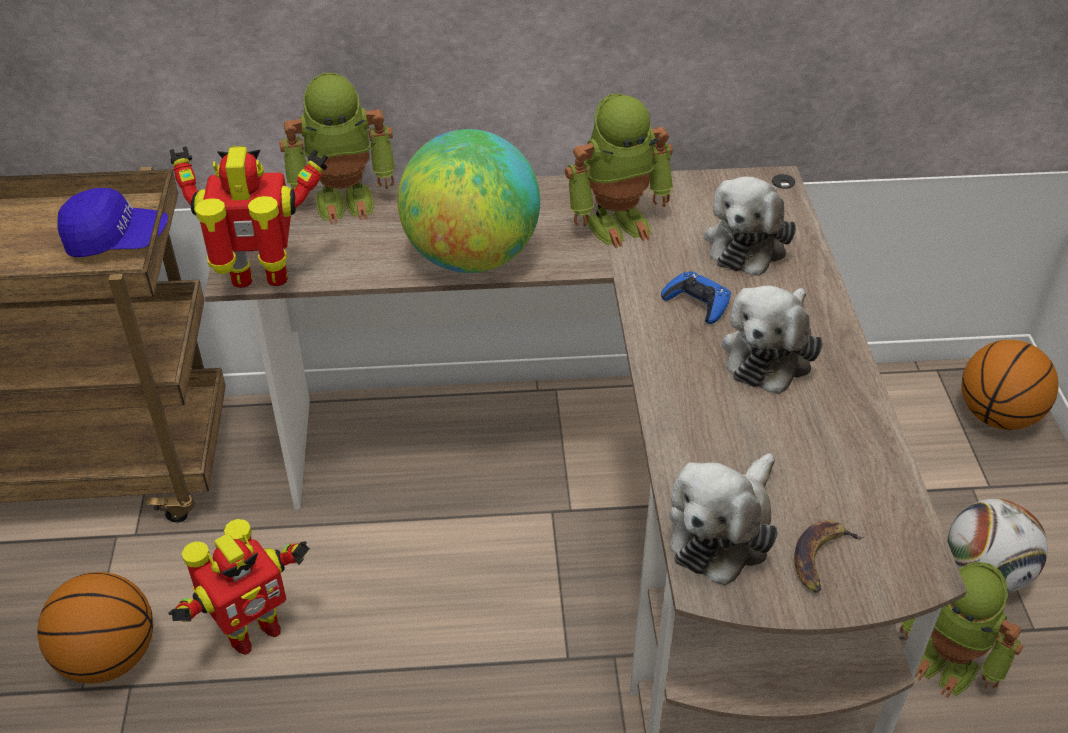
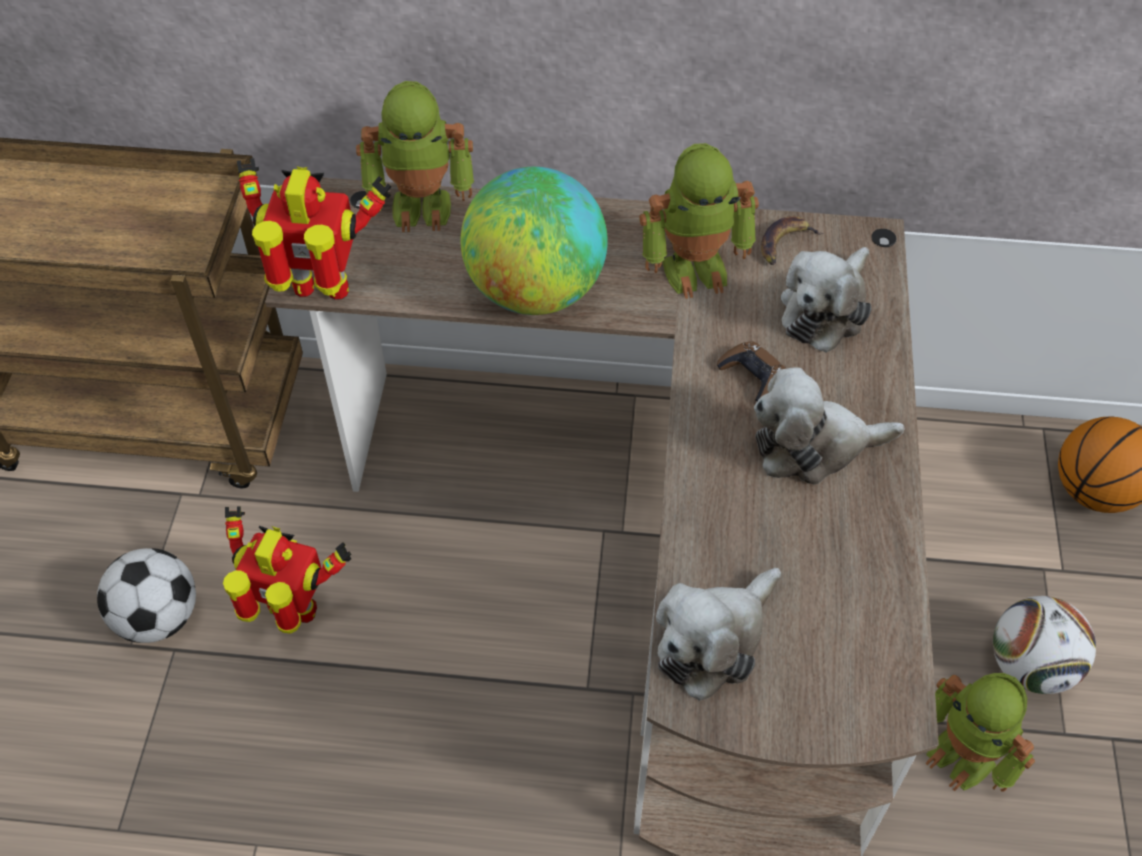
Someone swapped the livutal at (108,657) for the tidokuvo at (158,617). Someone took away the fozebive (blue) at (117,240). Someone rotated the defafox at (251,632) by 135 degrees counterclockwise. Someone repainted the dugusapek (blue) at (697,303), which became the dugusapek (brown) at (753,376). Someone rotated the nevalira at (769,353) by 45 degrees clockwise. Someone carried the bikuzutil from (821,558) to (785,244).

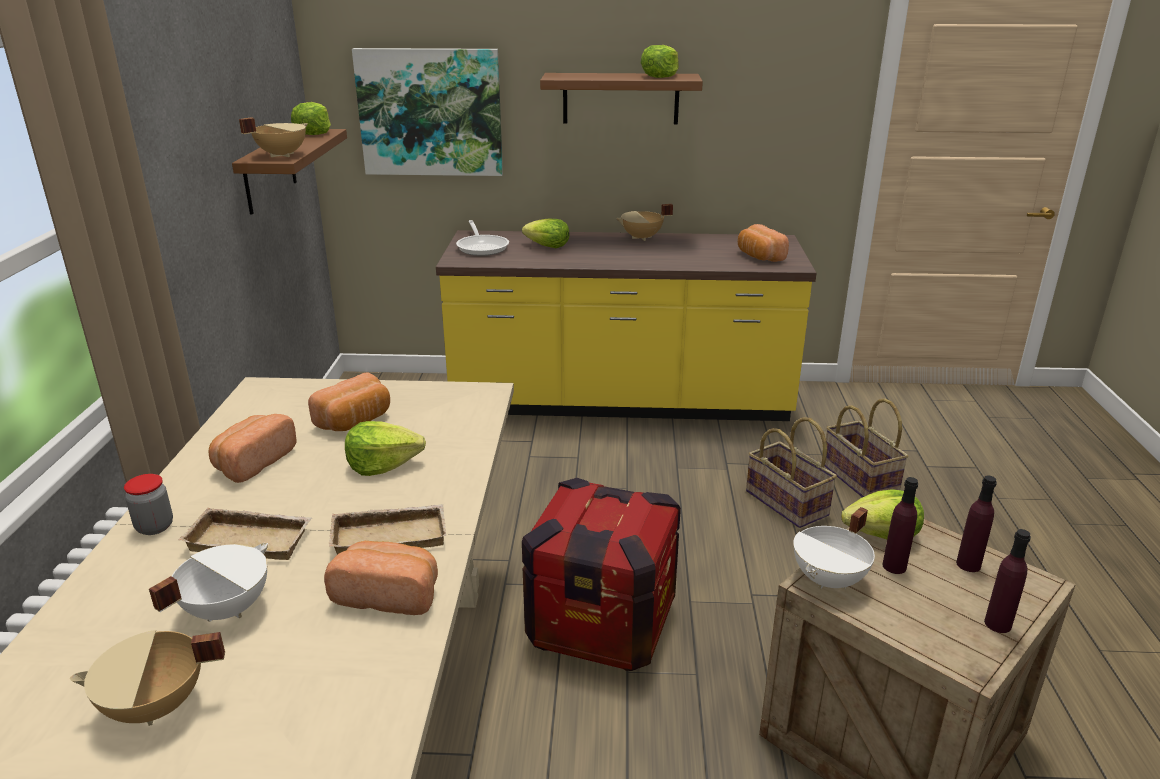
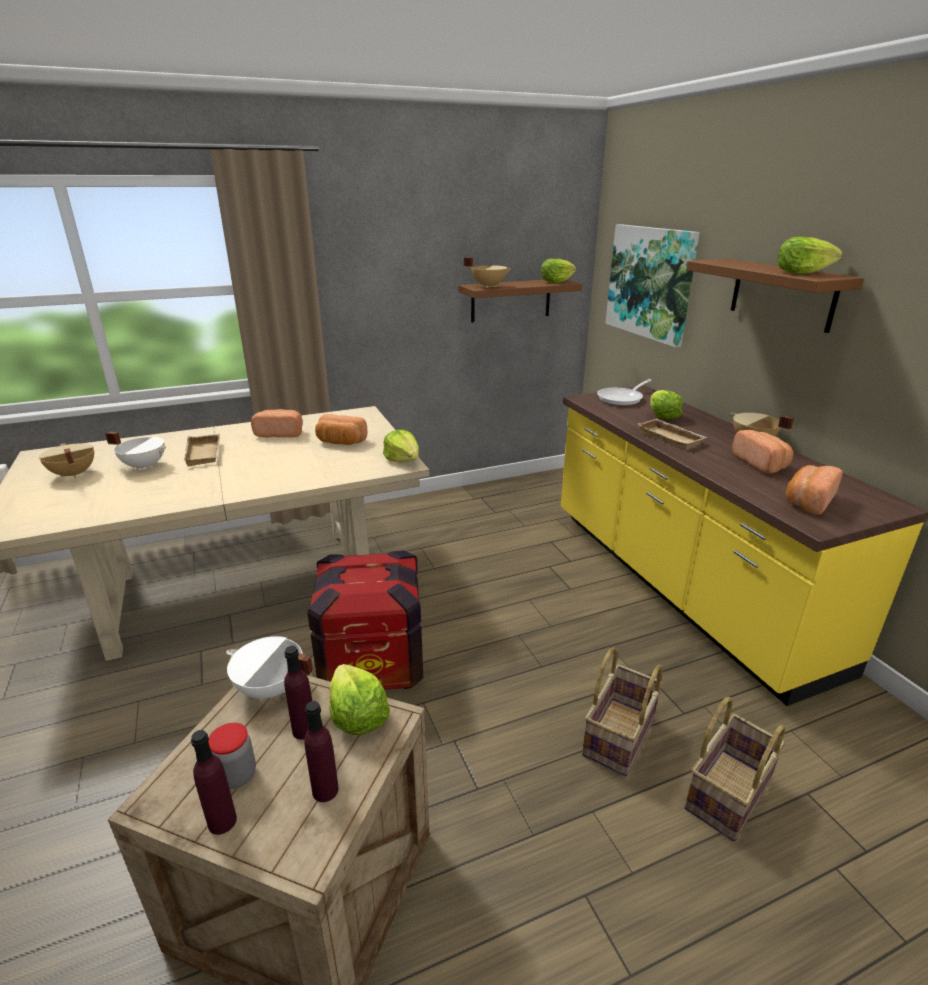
Someone carried the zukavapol from (155,527) to (237,776). Someone carried the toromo from (389,594) to (761,463). Someone carried the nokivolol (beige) from (391,535) to (672,438). Someone carried the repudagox from (383,465) to (403,460).

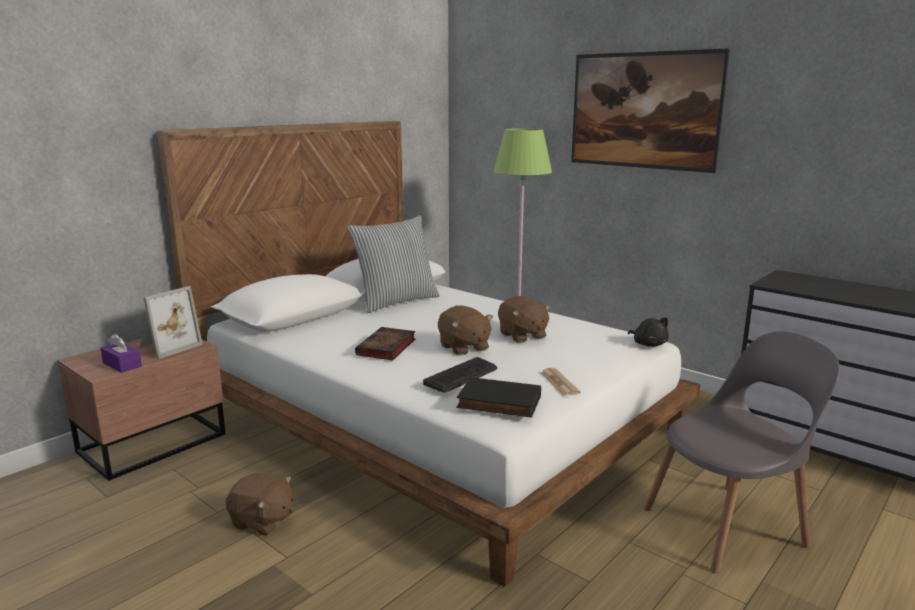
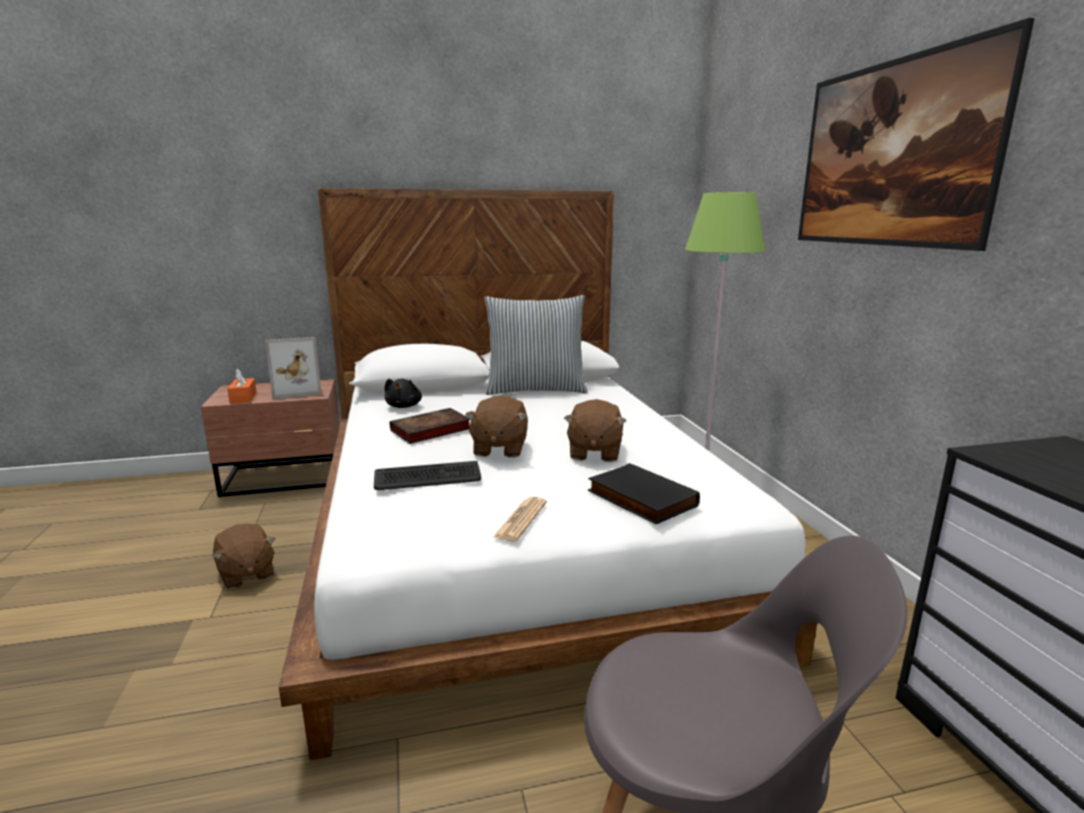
Someone repainted the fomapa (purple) at (122,365), which became the fomapa (orange) at (243,398). Someone carried the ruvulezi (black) from (498,403) to (639,499). Someone carried the nevalira (black) from (648,344) to (404,406).

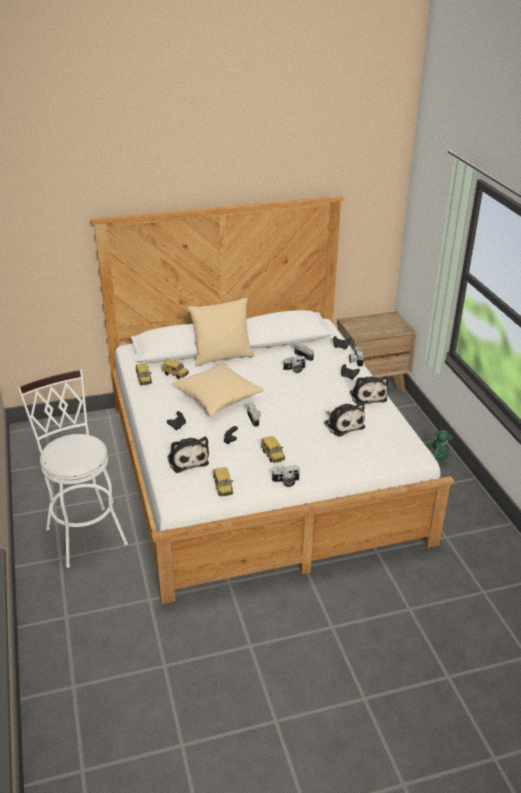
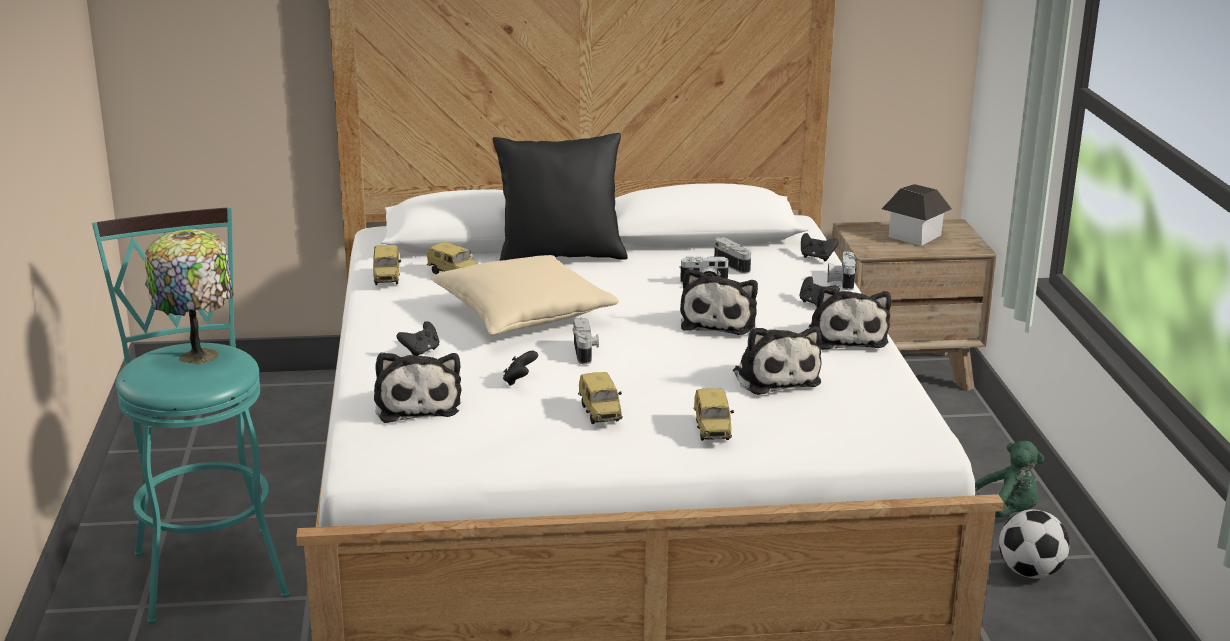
Someone repainted the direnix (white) at (84,531), which became the direnix (turquoise) at (209,566). Someone repainted the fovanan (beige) at (222,357), which became the fovanan (black) at (560,256). Someone carried the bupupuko from (223,488) to (713,431). Someone took away the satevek at (286,482). Someone put down the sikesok at (199,354). Someone put down the nevalira at (719,321). Someone put down the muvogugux at (914,236). Someone put down the tidokuvo at (1030,573).

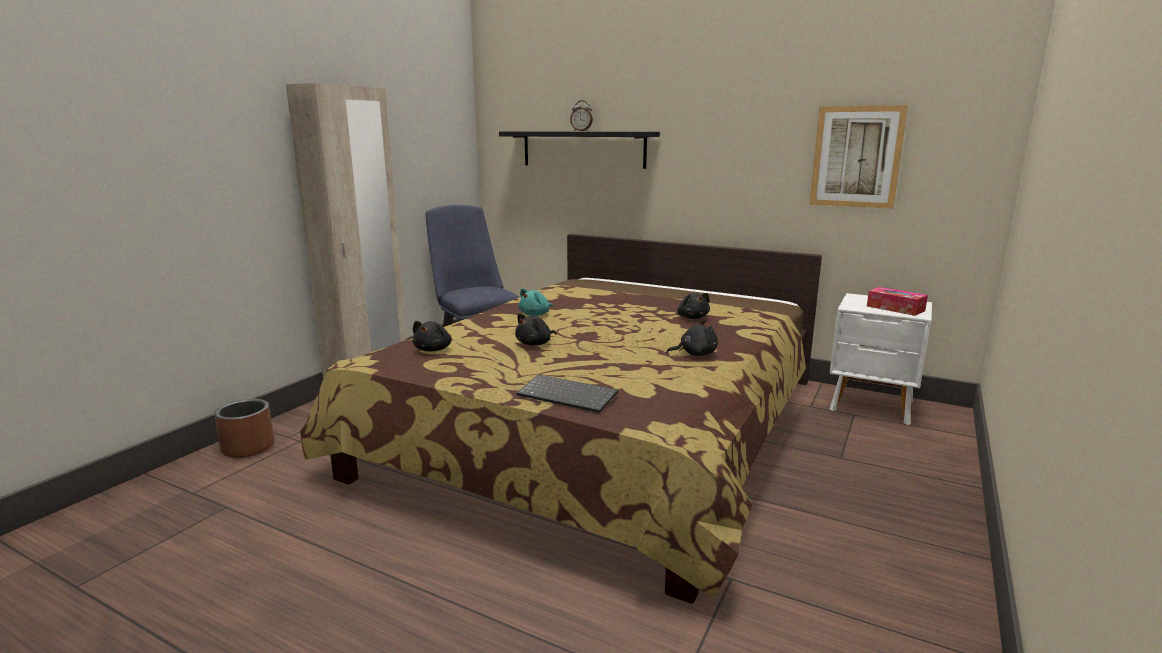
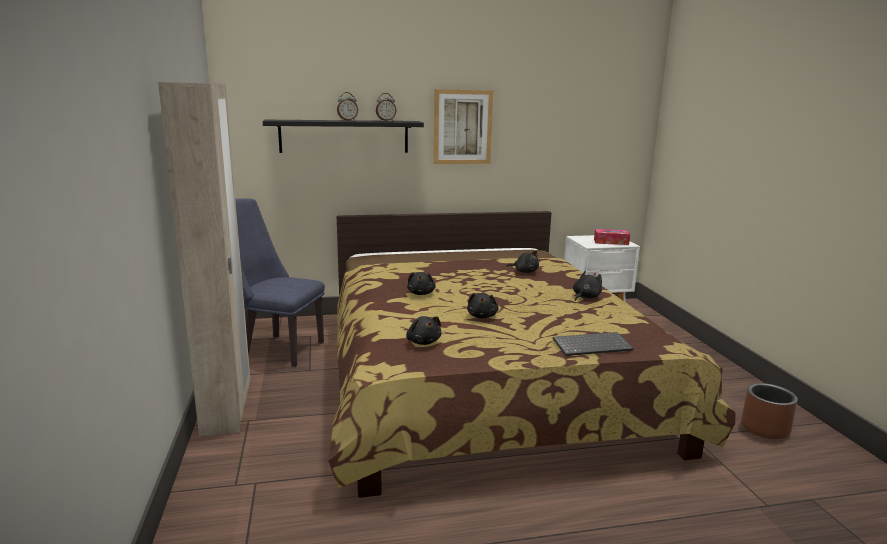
Someone carried the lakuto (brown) from (248,448) to (765,428). Someone repainted the nevalira (turquoise) at (536,314), which became the nevalira (black) at (421,293). Someone carried the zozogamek from (856,157) to (462,127). Someone put down the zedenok at (386,120).

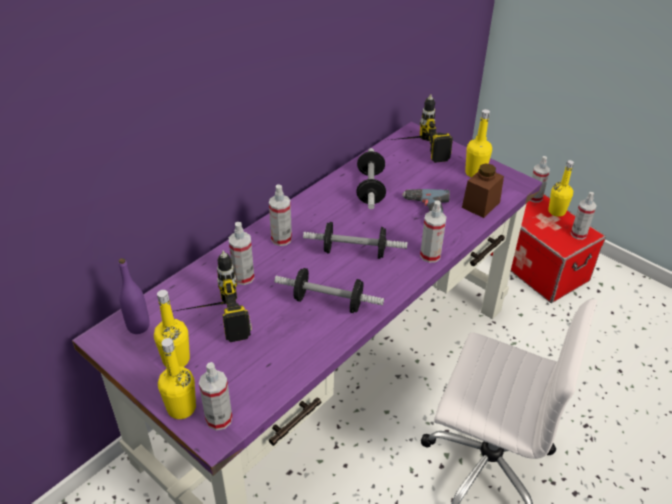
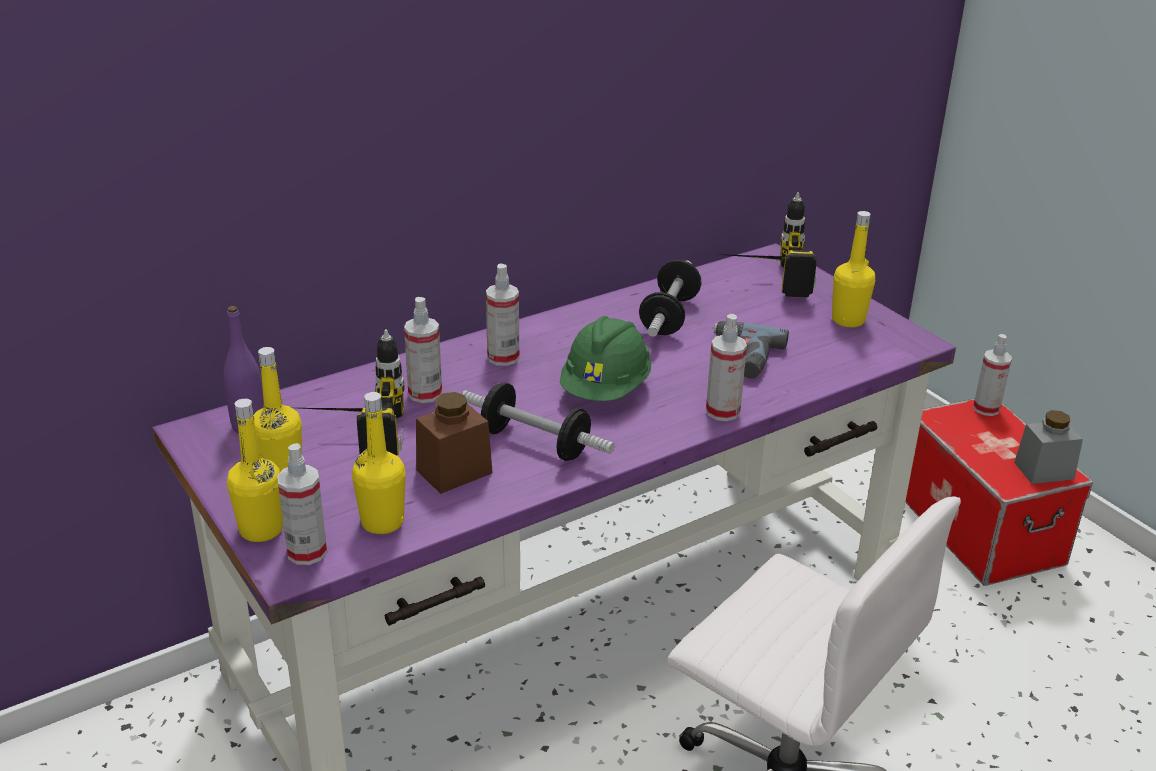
Someone swapped the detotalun at (354,252) for the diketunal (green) at (606,389). Someone carried the zukavapol (brown) from (480,205) to (454,471). Someone carried the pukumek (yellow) from (556,211) to (382,522). Someone swapped the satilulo at (578,234) for the zukavapol (grey) at (1044,470).

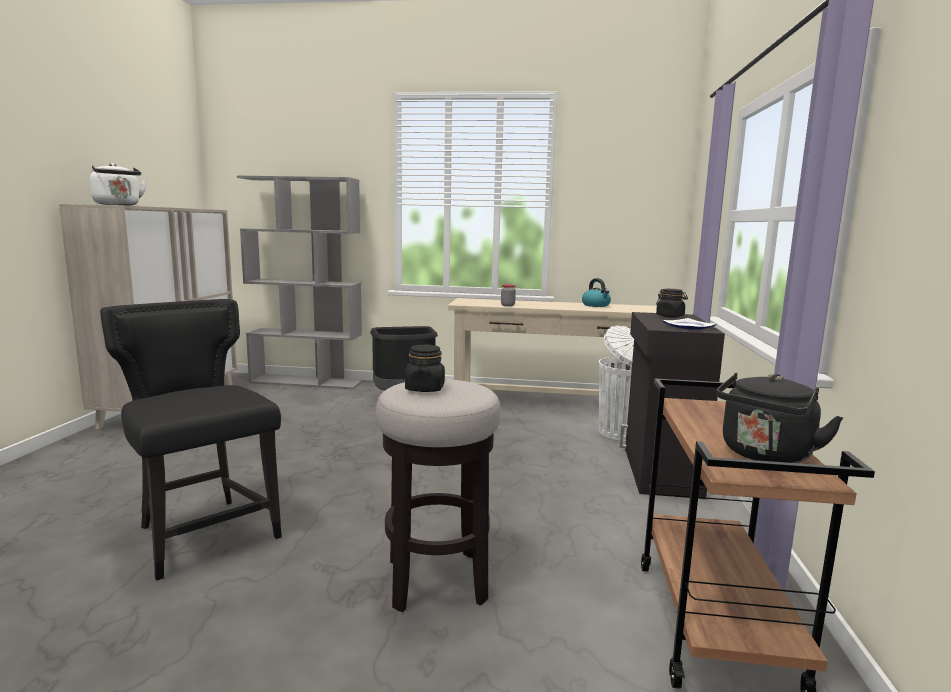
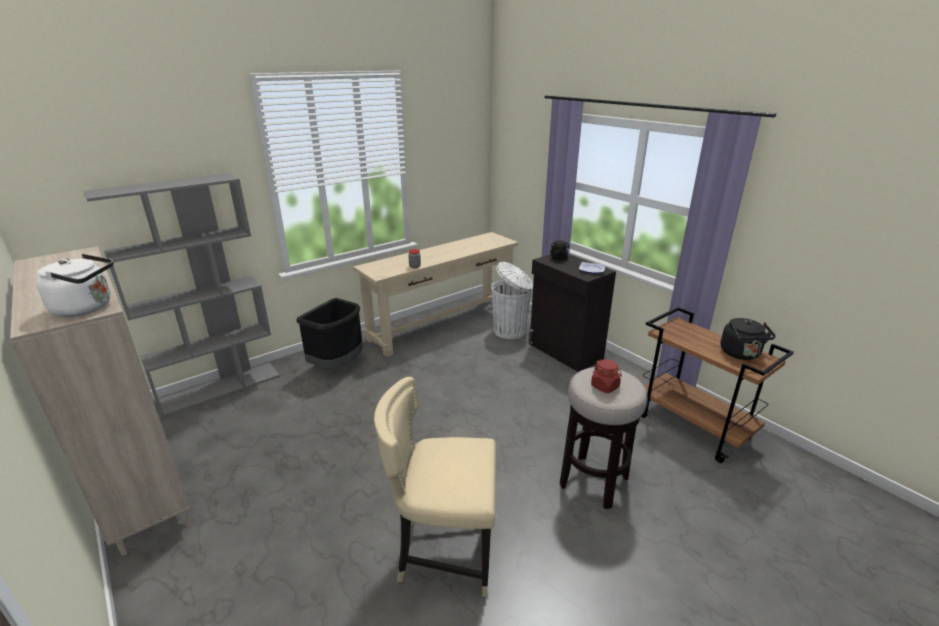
Someone repainted the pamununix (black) at (204,533), which became the pamununix (beige) at (443,551). Someone repainted the zukavapol (black) at (425,389), which became the zukavapol (red) at (605,386). Someone took away the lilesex at (596,305).

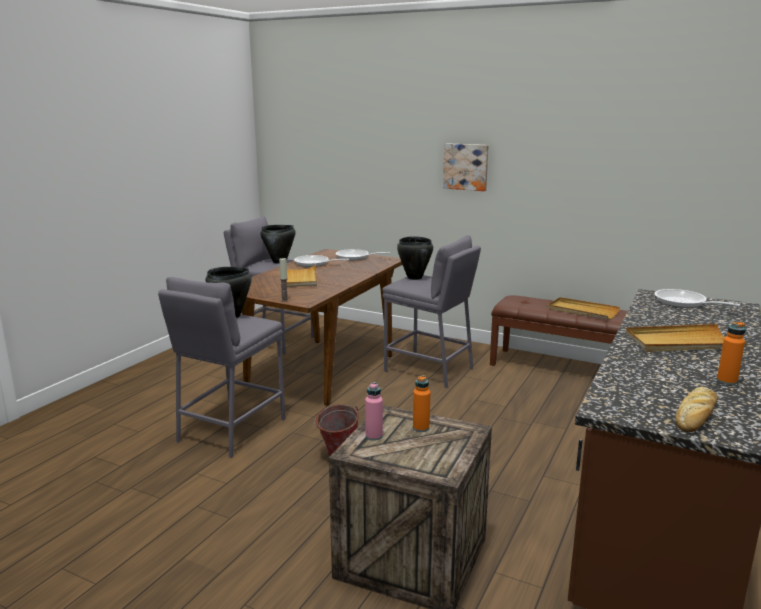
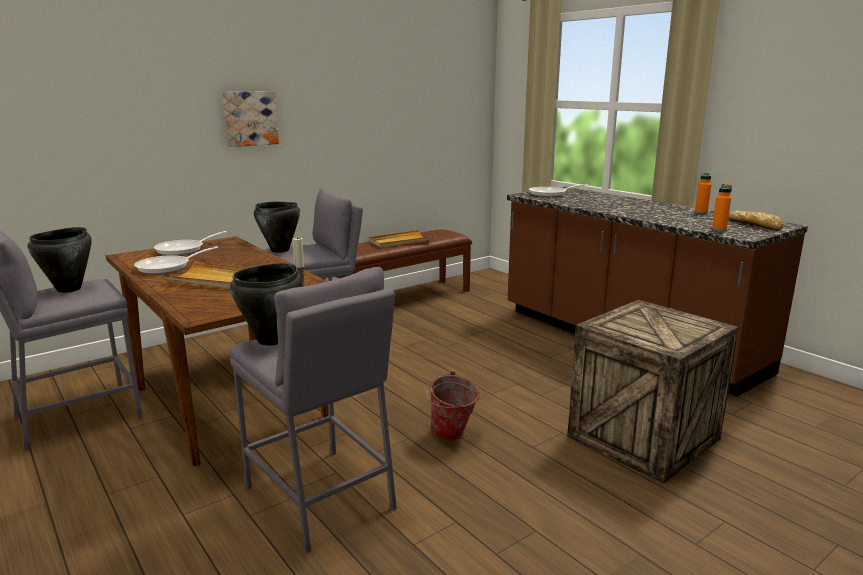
Someone took away the pukumek (pink) at (374,436). Someone carried the pukumek (orange) from (421,428) to (719,230). Someone took away the nokivolol (beige) at (682,342).

